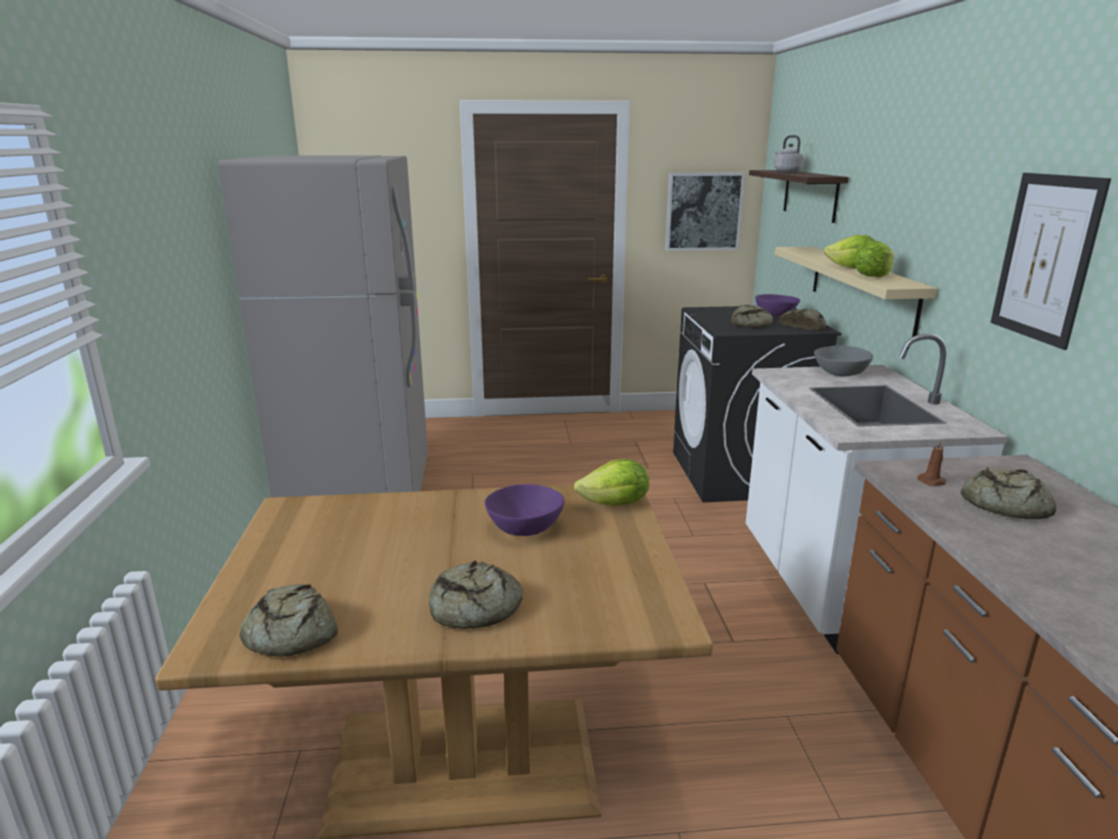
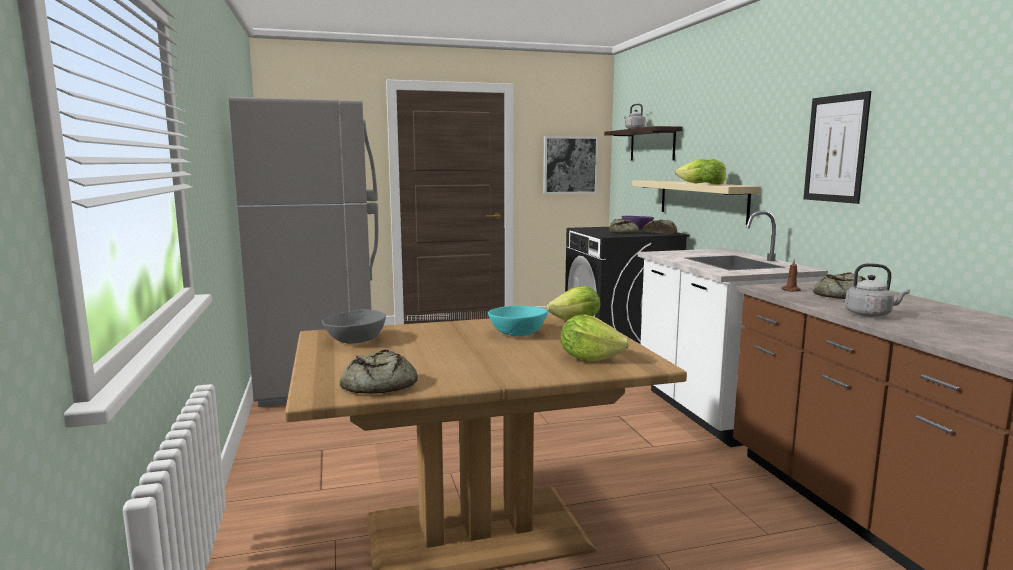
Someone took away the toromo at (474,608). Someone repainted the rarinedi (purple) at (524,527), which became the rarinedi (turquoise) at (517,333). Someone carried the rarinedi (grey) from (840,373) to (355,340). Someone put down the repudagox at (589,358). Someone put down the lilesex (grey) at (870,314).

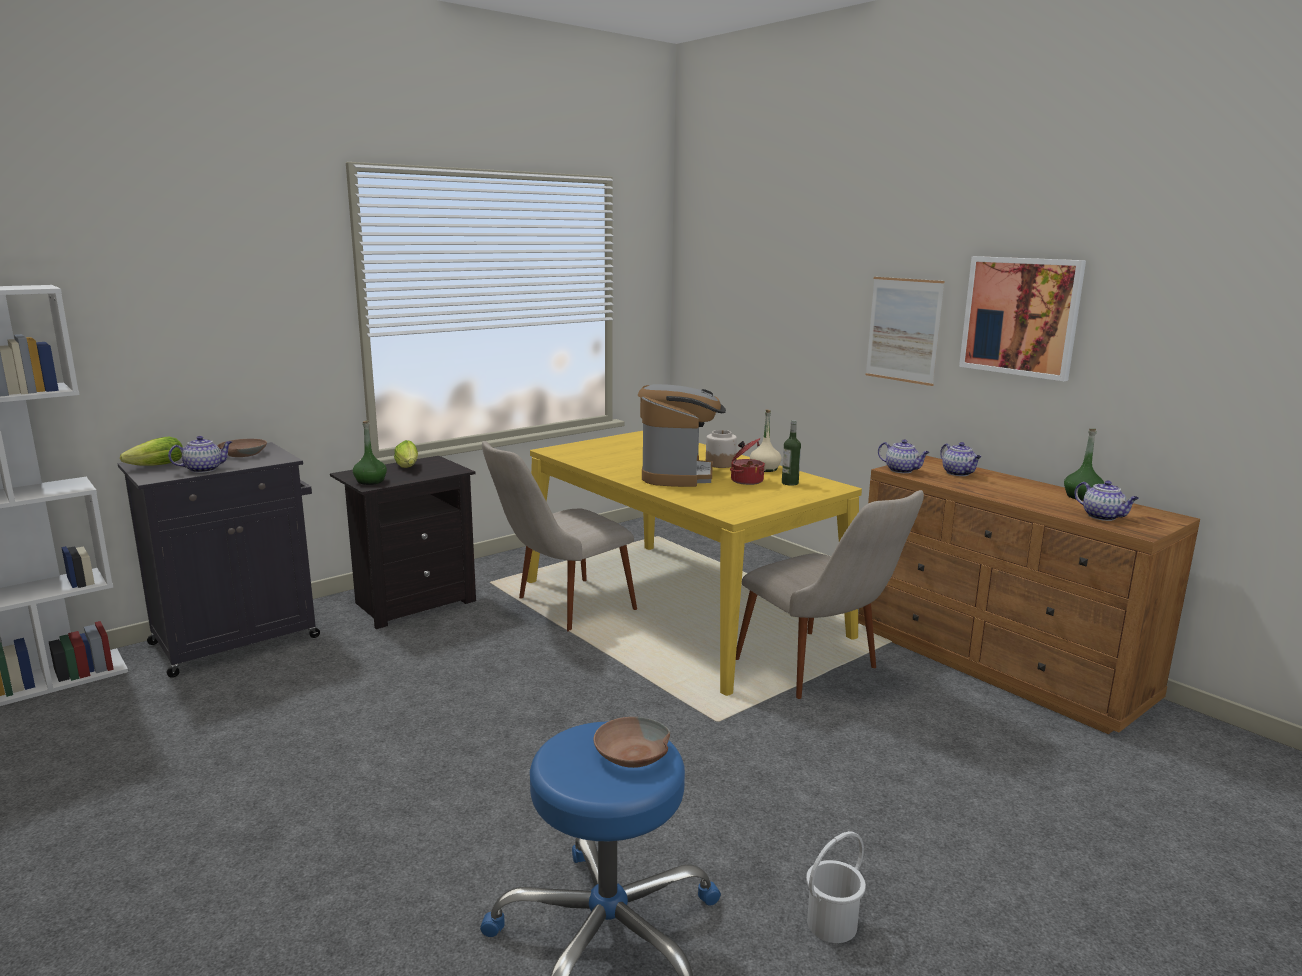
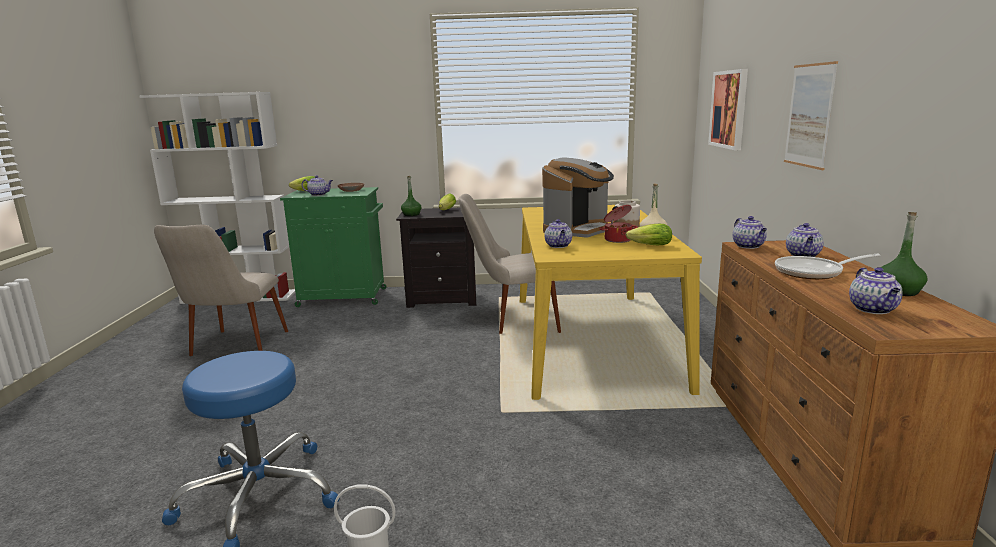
Someone repainted the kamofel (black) at (239,639), which became the kamofel (green) at (344,297). Someone took away the rarinedi (brown) at (632,755). Someone carried the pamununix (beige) from (822,673) to (233,349). Someone swapped the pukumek at (790,483) for the repudagox at (648,245). Someone carried the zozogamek from (1020,316) to (729,109). Someone put down the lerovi at (558,246). Someone put down the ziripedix at (813,272).

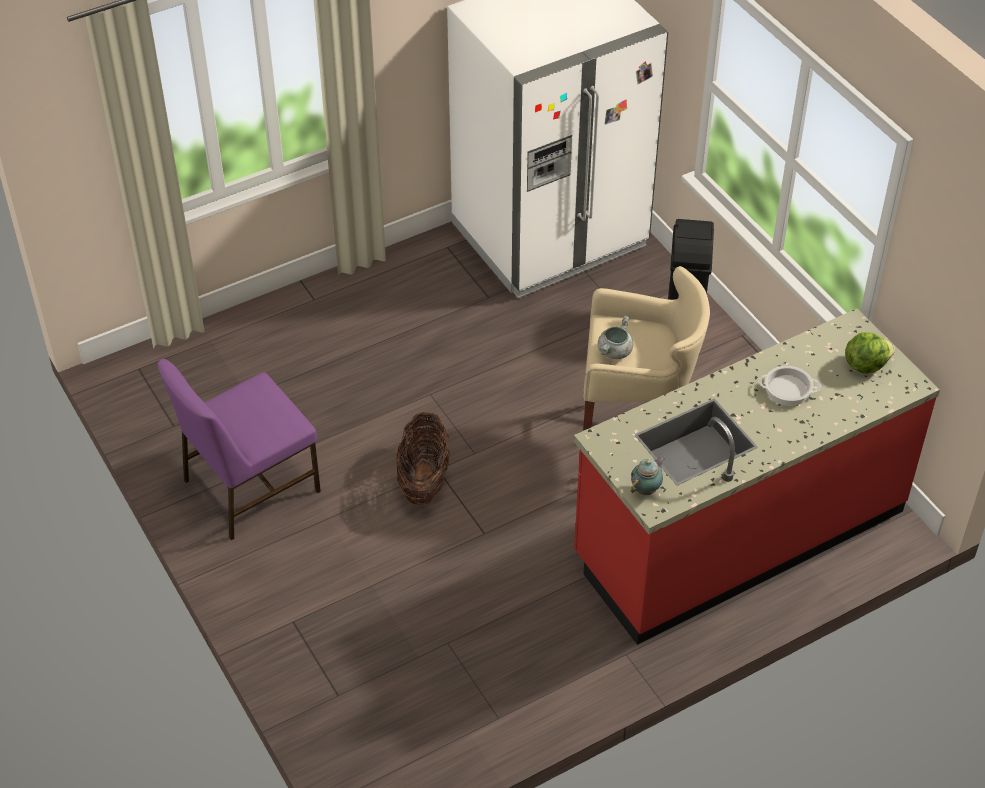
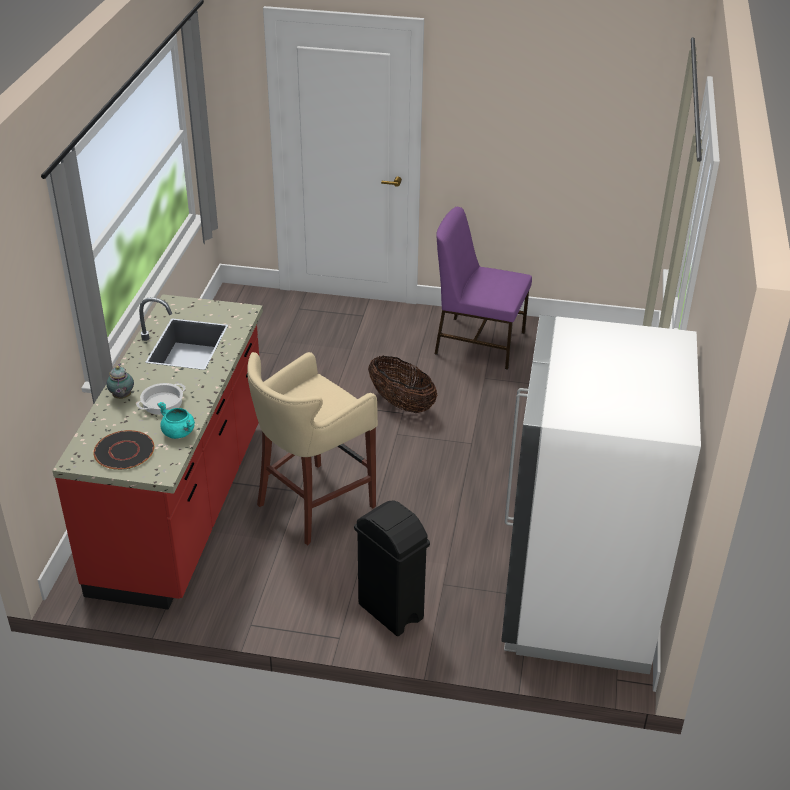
Someone rotated the pamununix (purple) at (249,486) by 75 degrees counterclockwise. Someone took away the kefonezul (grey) at (614,352). Someone carried the lerovi from (646,489) to (122,397). Someone swapped the repudagox at (865,364) for the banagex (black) at (124,451). Someone put down the kefonezul (turquoise) at (179,433).

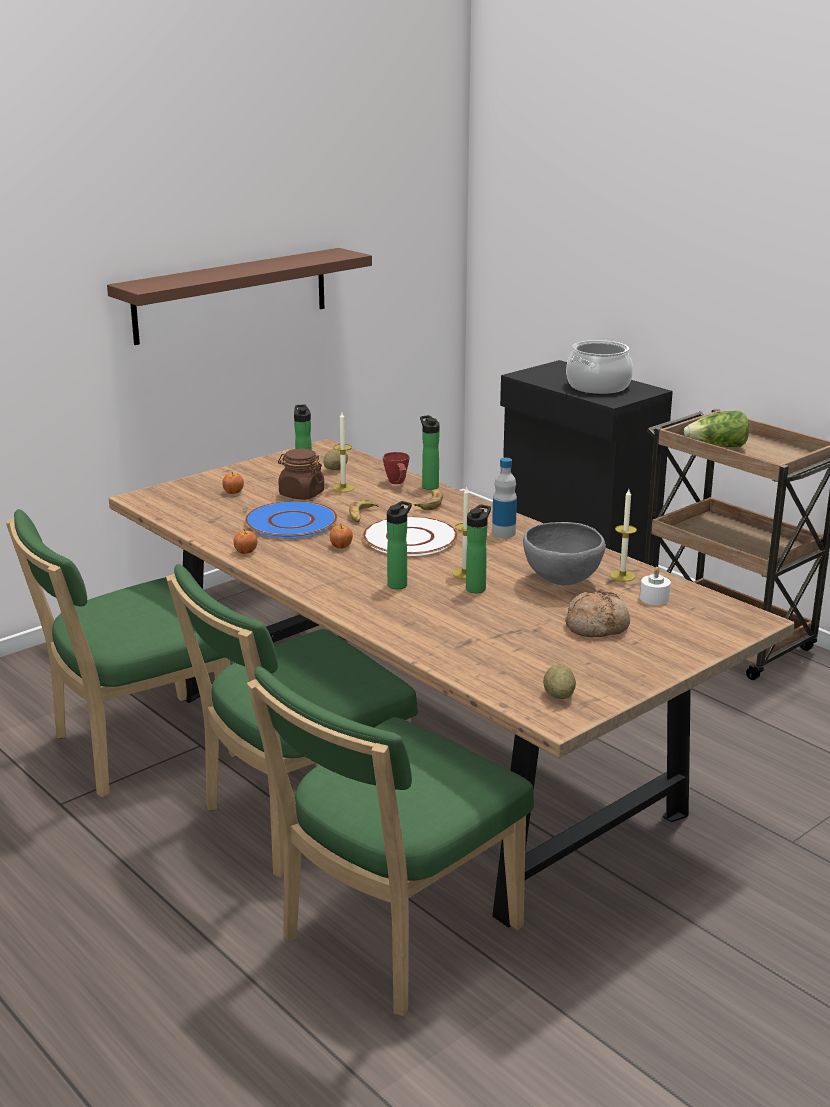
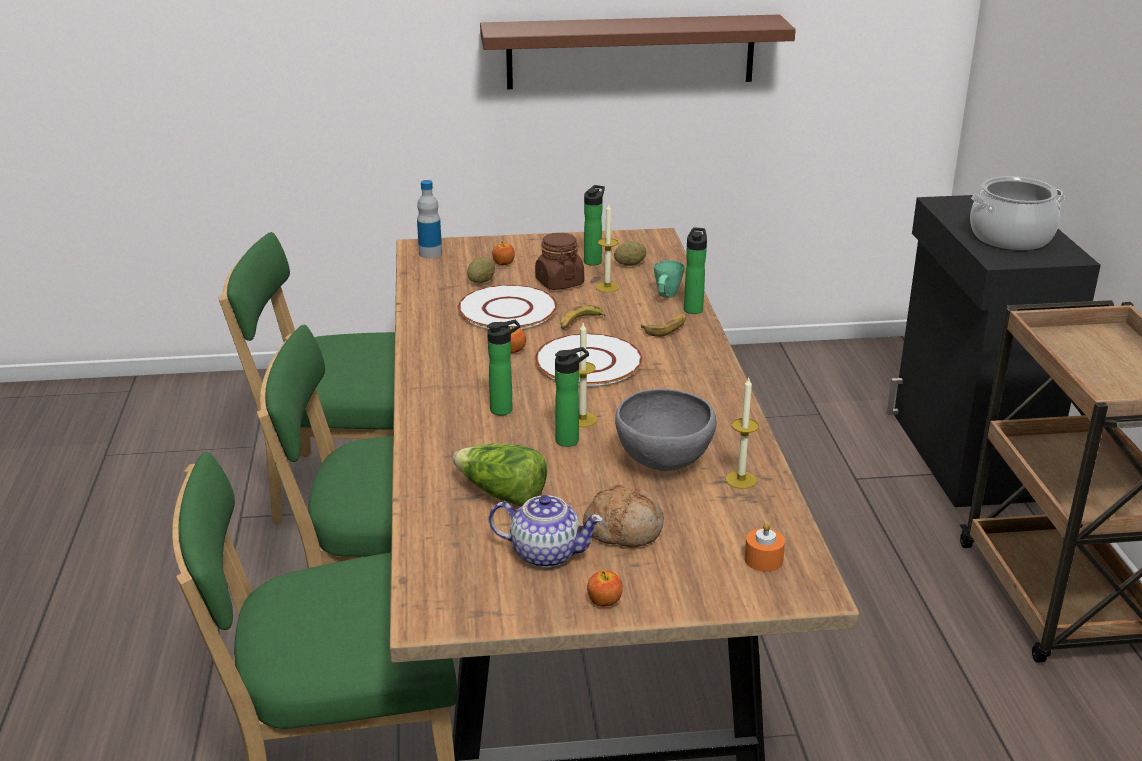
Someone carried the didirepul from (246,551) to (604,601). Someone repainted the banagex (blue) at (290,522), which became the banagex (white) at (507,310). Someone repainted the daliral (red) at (398,484), which became the daliral (green) at (666,297). Someone carried the pukumek from (503,533) to (430,253). Someone carried the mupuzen from (559,695) to (481,281). Someone took away the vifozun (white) at (654,598). Someone carried the repudagox from (717,447) to (502,494). Someone put down the lerovi at (545,553). Someone put down the vifozun (orange) at (763,560).

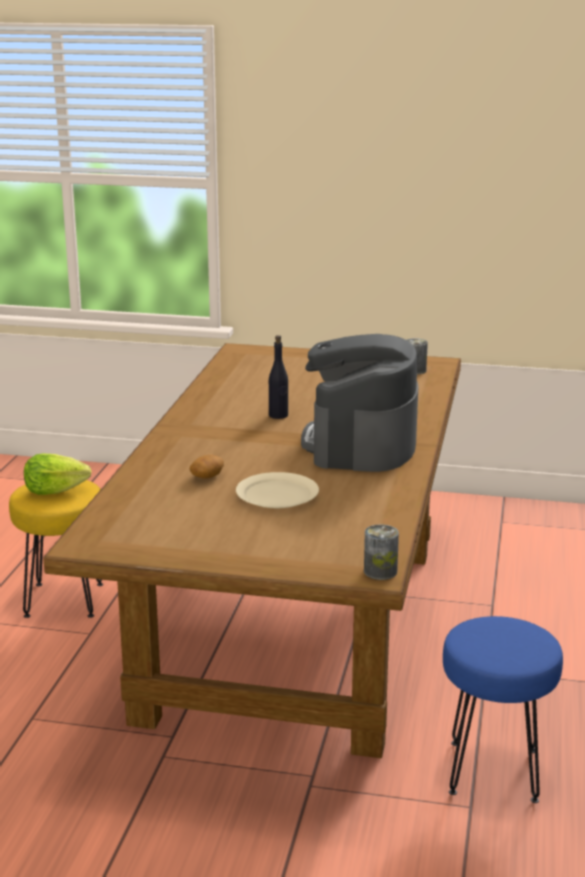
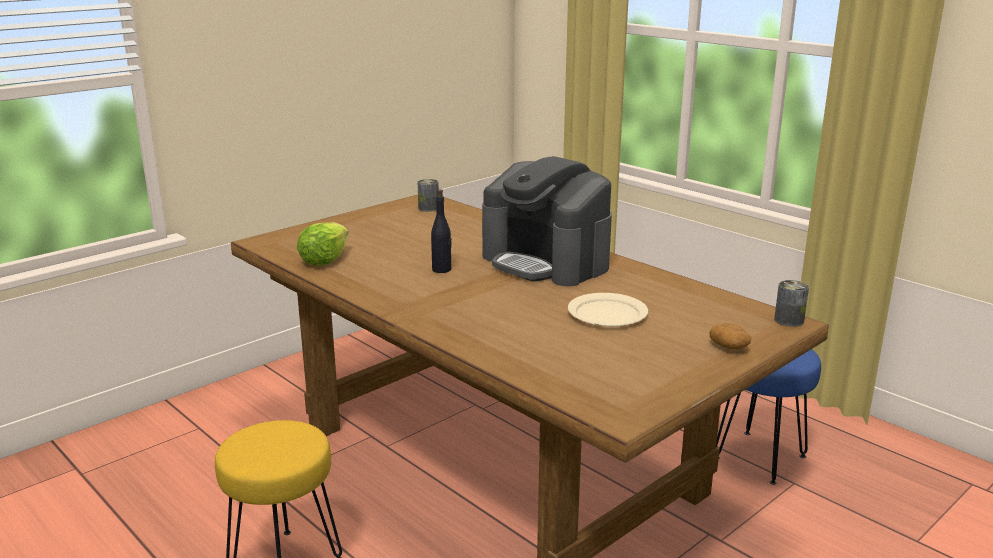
Someone carried the repudagox from (54,491) to (324,260). Someone carried the mupuzen from (207,476) to (729,347).

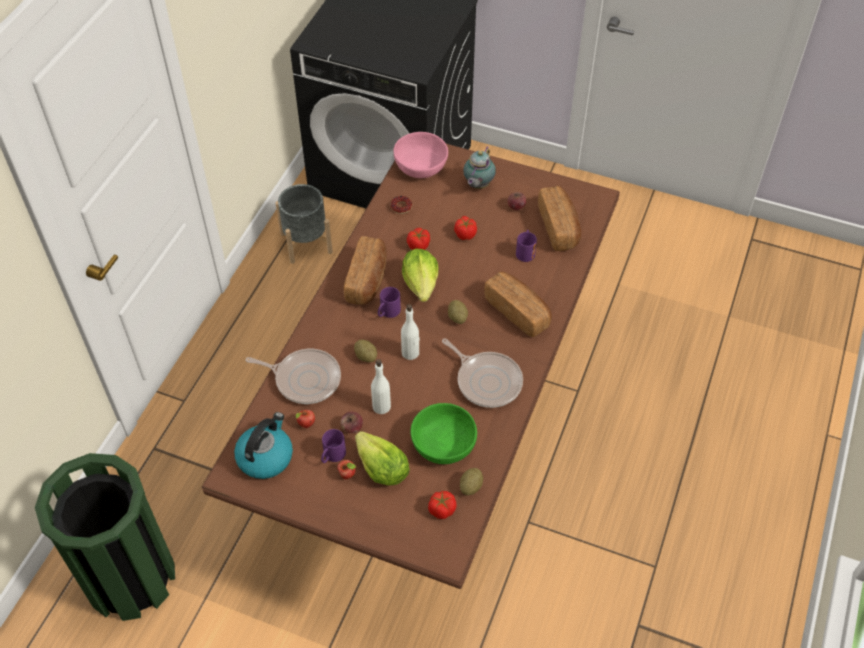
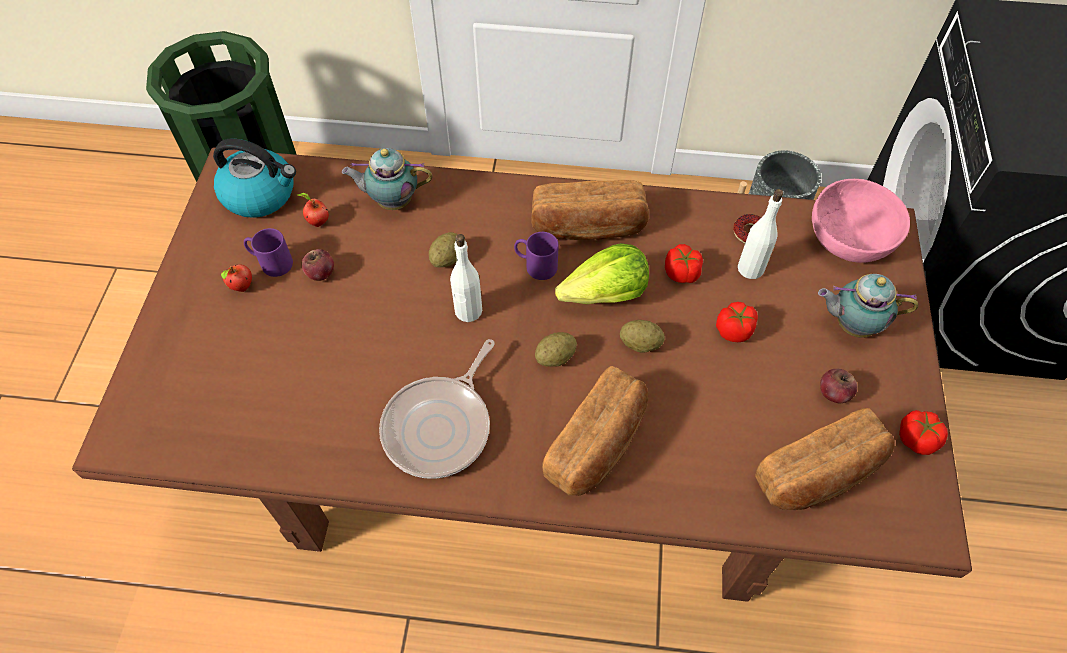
Someone swapped the ziripedix at (304,379) for the lerovi at (392,201). Someone took away the repudagox at (381,468). Someone carried the pukumek (white) from (381,406) to (751,268). Someone took away the rarinedi (green) at (443,444). Someone carried the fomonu from (441,509) to (916,439). Someone carried the mupuzen from (470,486) to (640,344). Someone took away the daliral (purple) at (525,251).

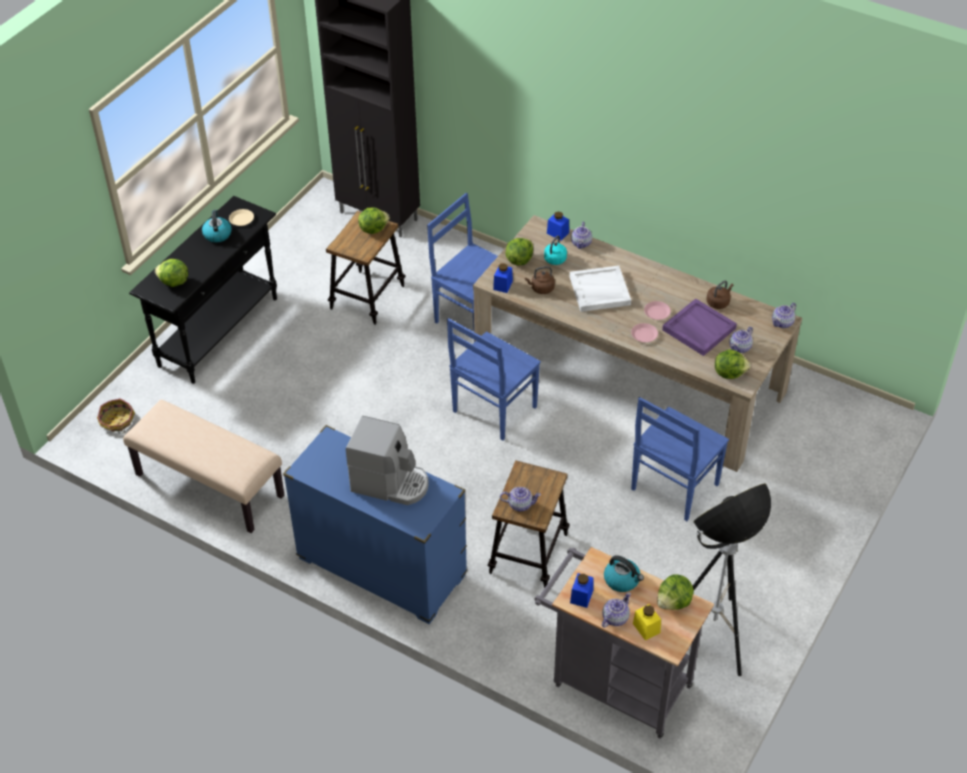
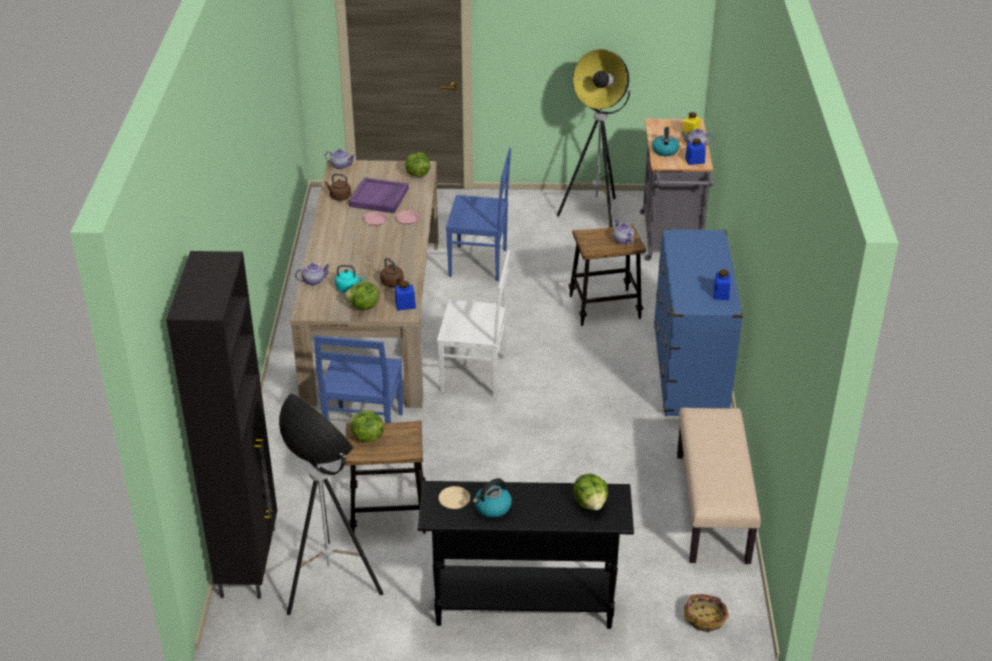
Someone took away the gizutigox at (390,483). Someone repainted the pamununix (blue) at (493,410), which became the pamununix (white) at (475,375). Someone carried the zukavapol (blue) from (557,233) to (721,294). Someone took away the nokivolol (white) at (599,291). Someone took away the repudagox at (674,602). Someone took away the lerovi at (740,347). Someone put down the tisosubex at (330,586).

